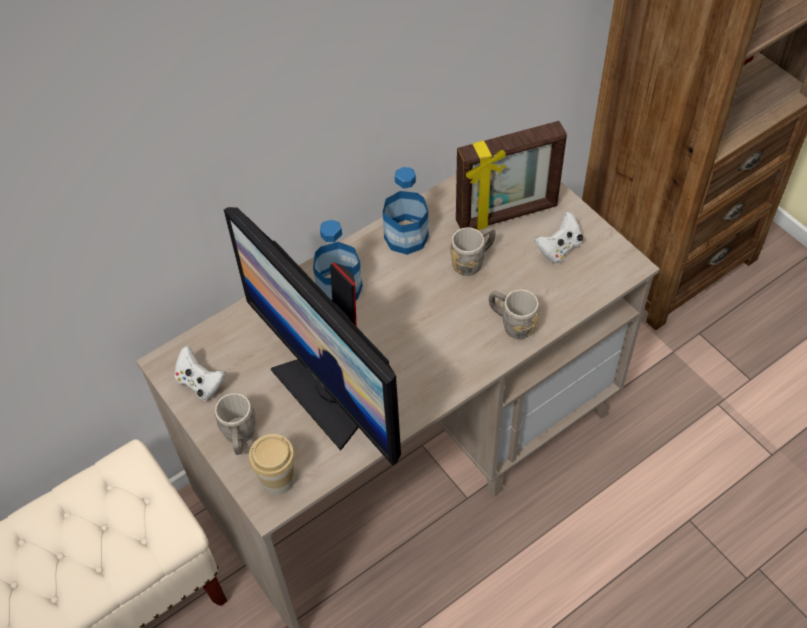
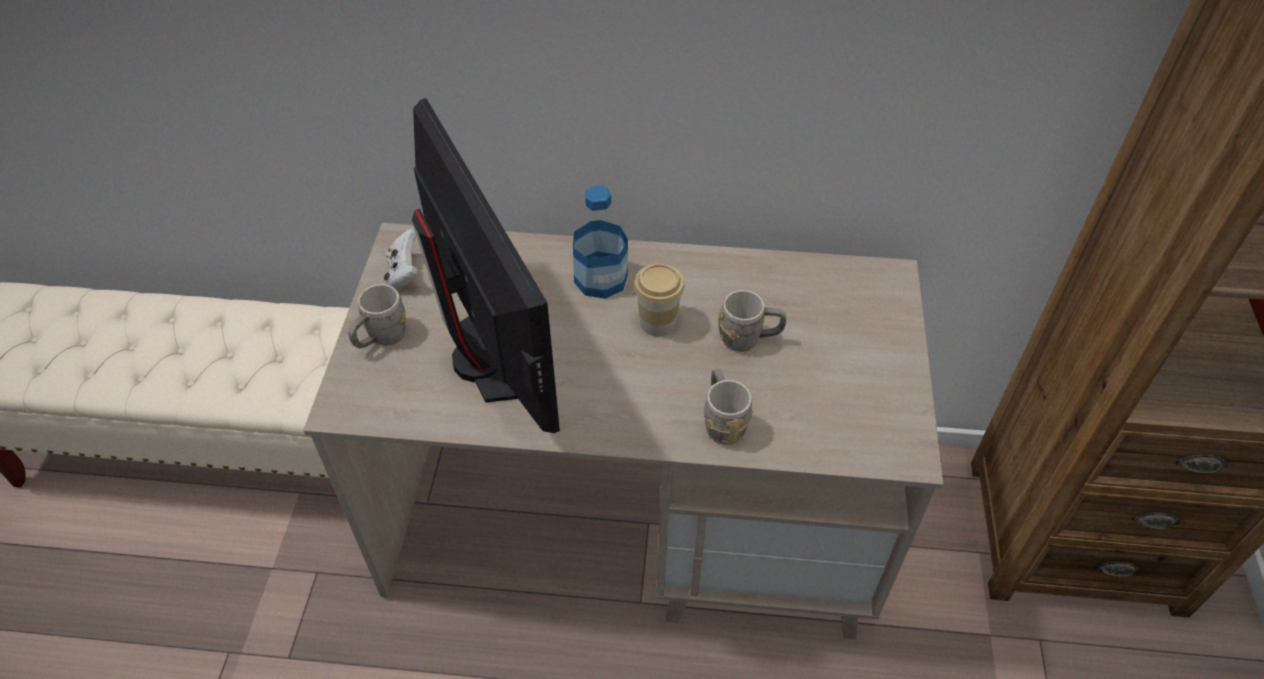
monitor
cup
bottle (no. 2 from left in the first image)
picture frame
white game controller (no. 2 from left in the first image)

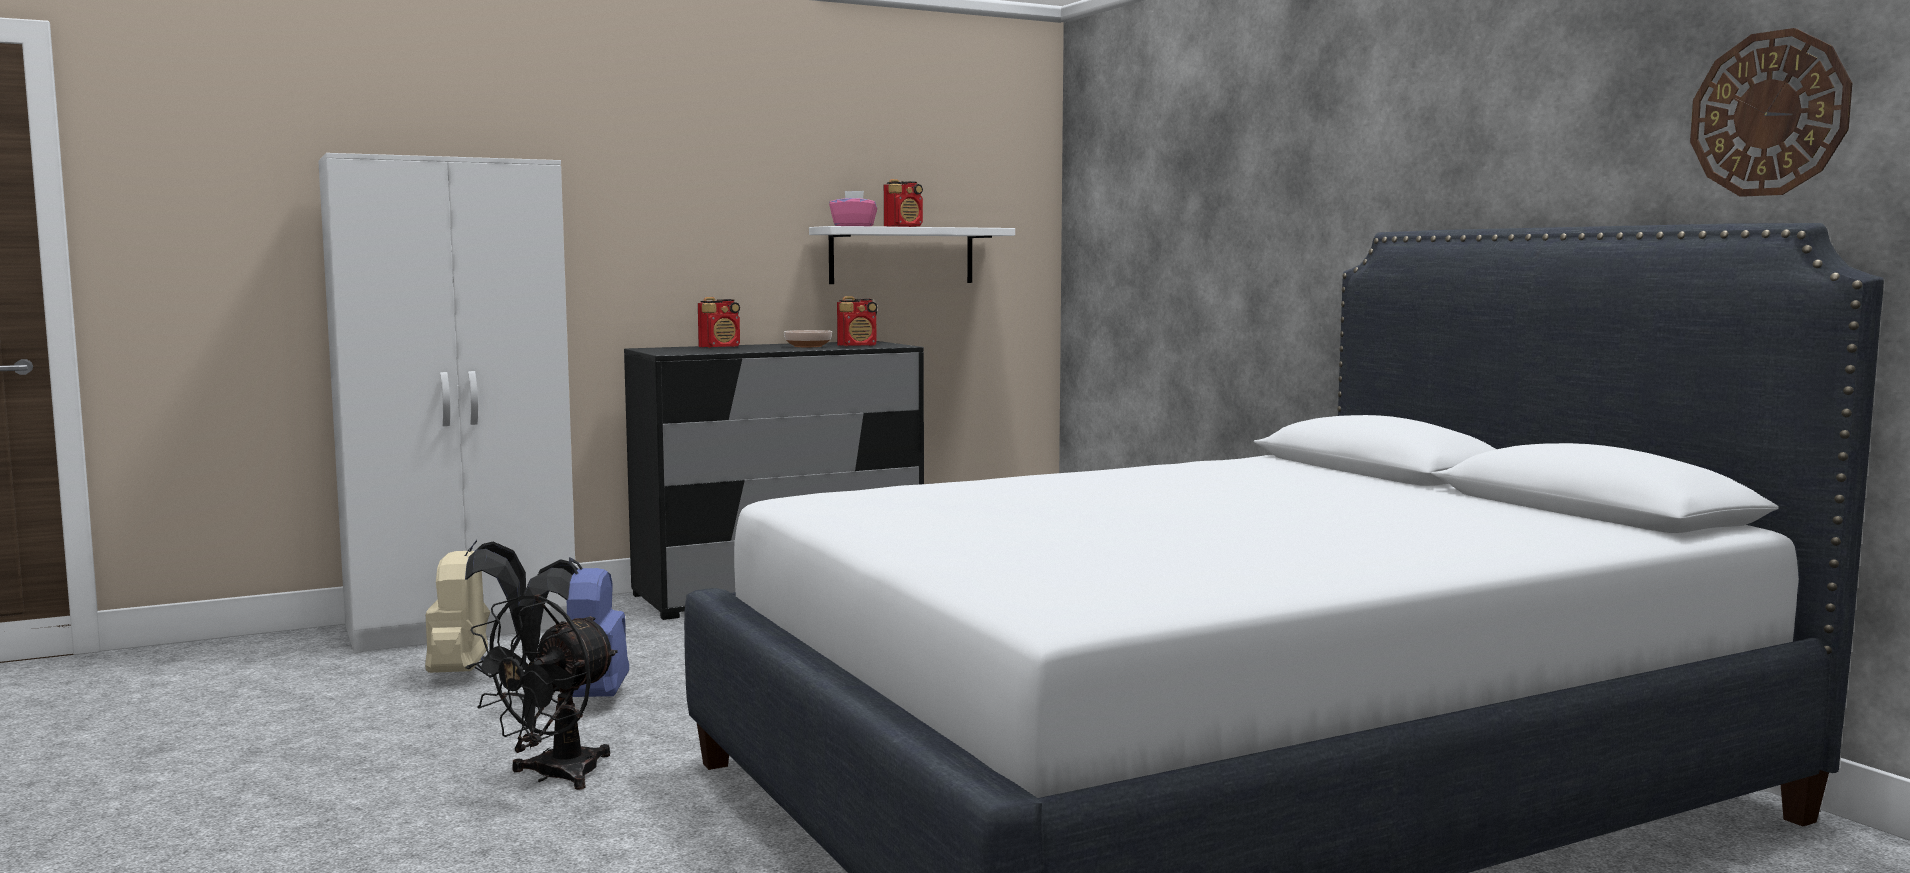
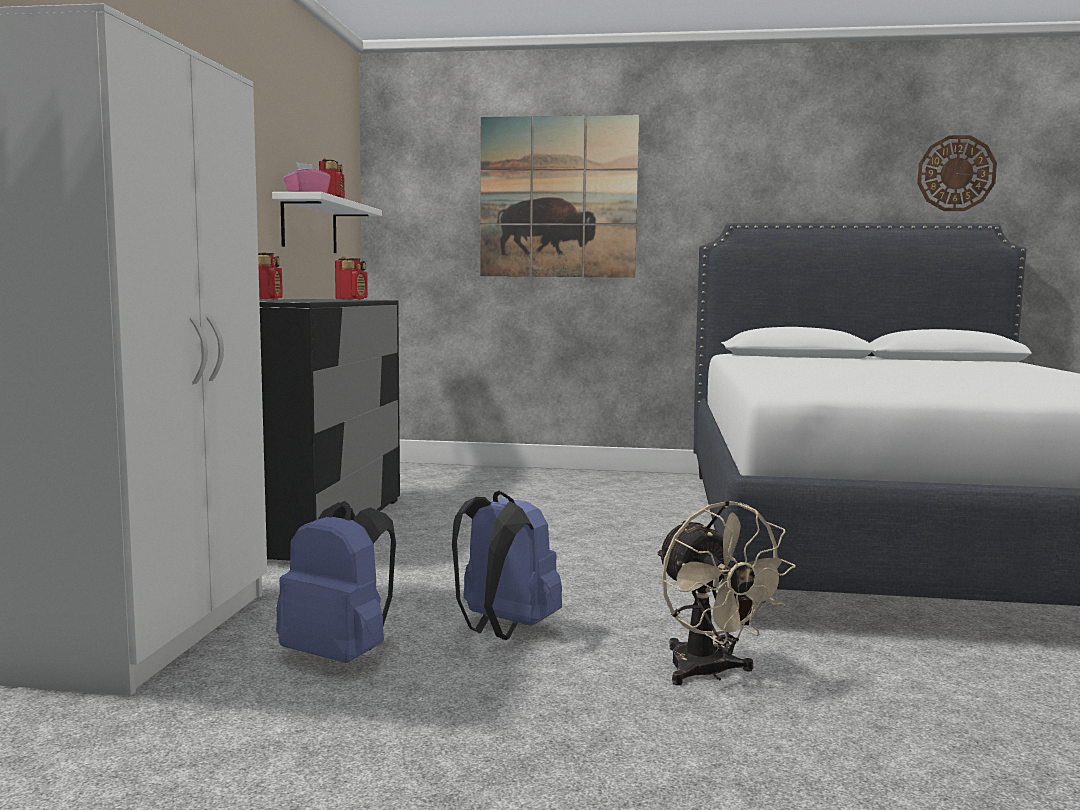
blue backpack (no. 1 from left)
beige fan
bowl
picture

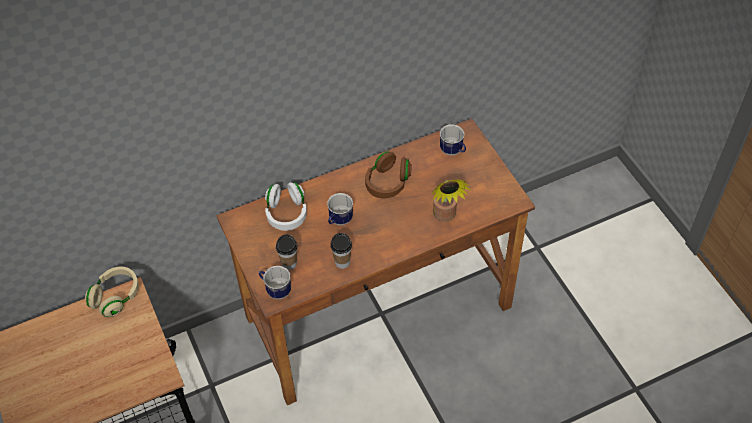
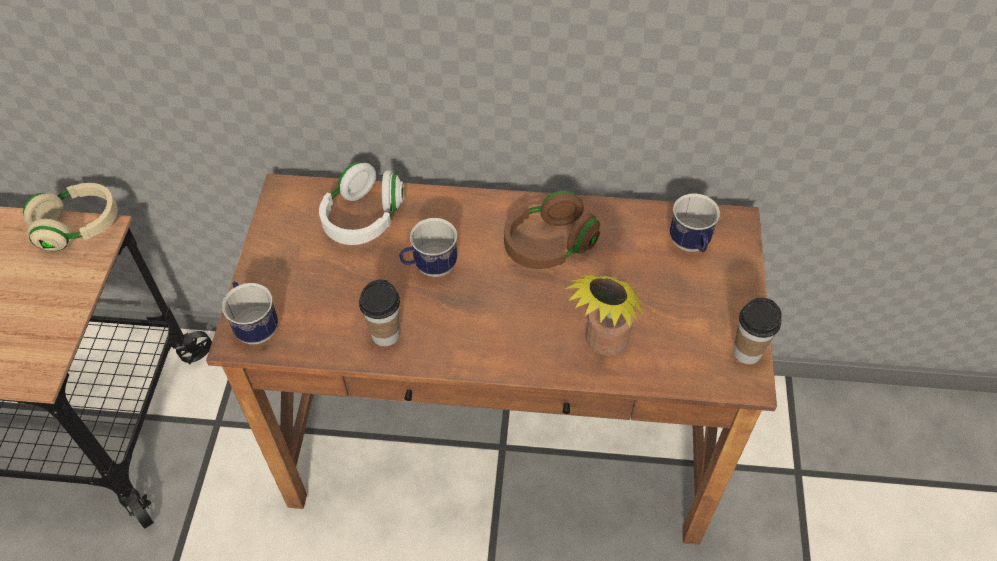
cup (no. 2 from left)

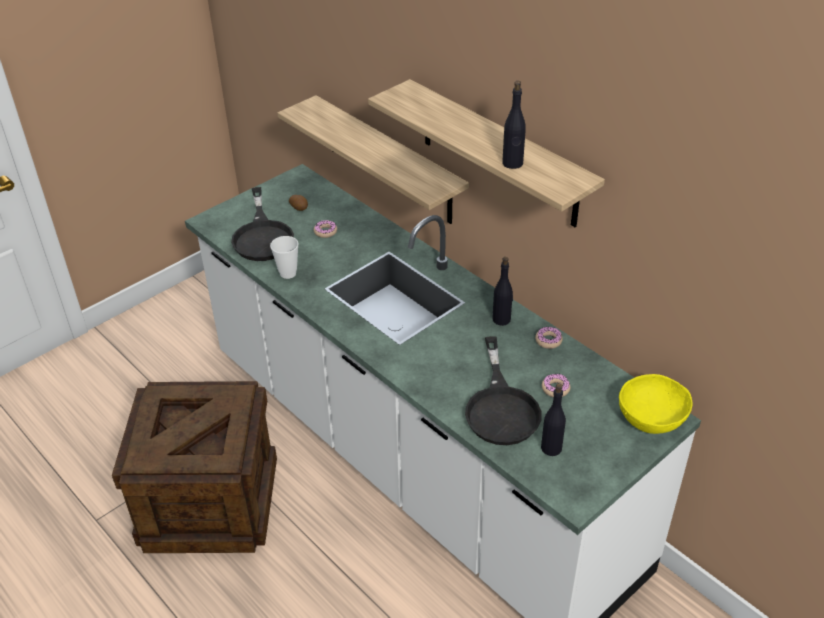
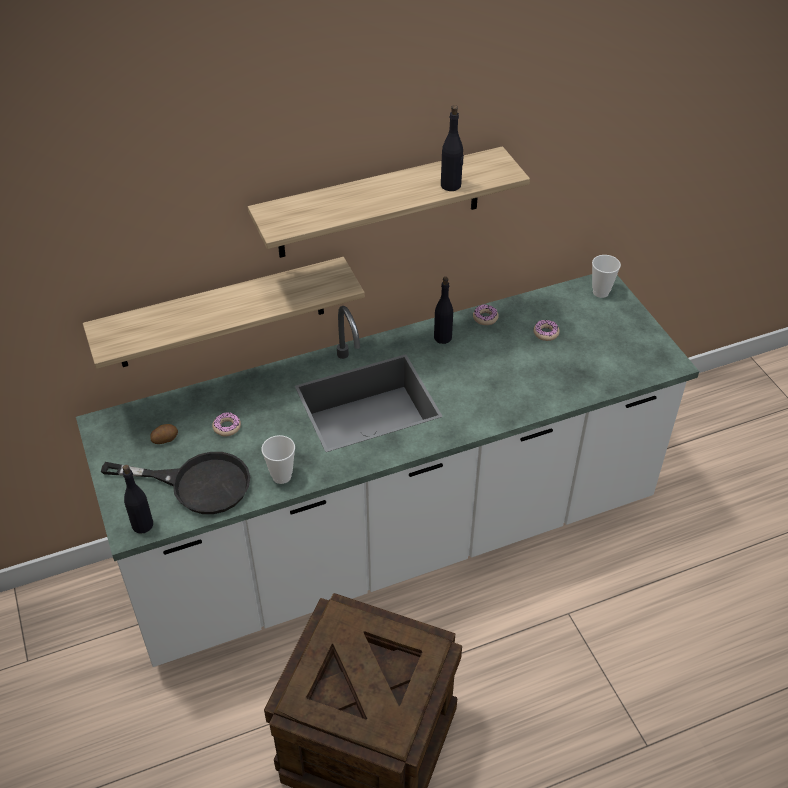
black frying pan (no. 2 from left in the first image)
black bottle (no. 1 from left)
cup (no. 2 from left)

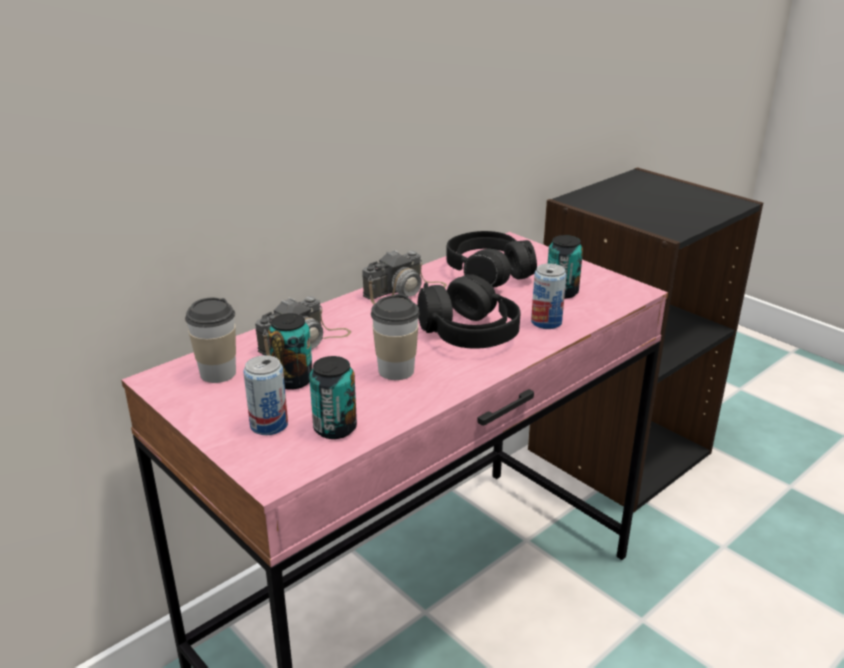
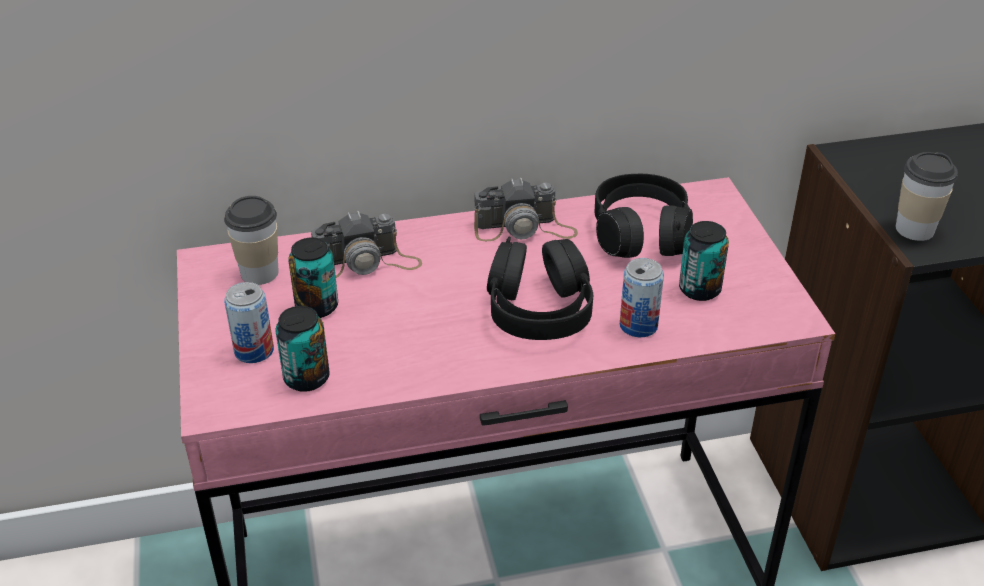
cup (no. 2 from left)

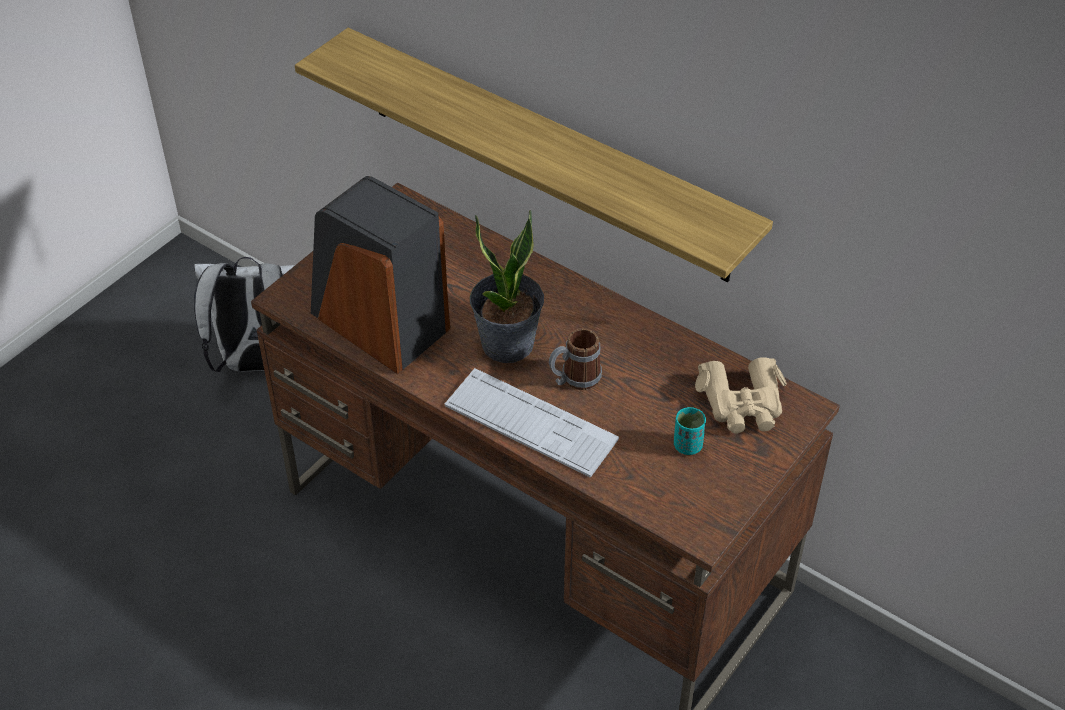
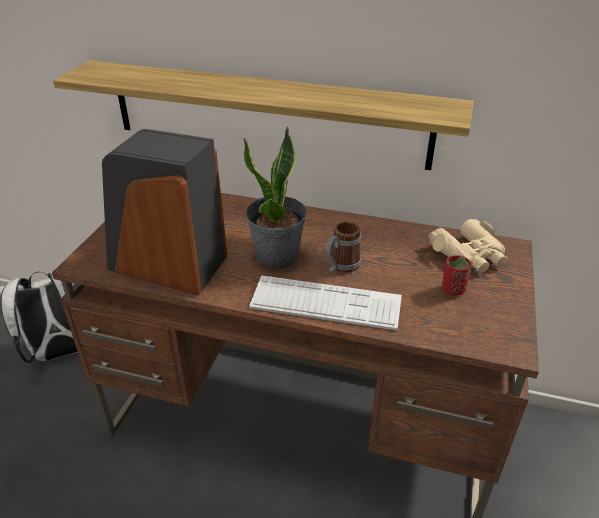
red cup

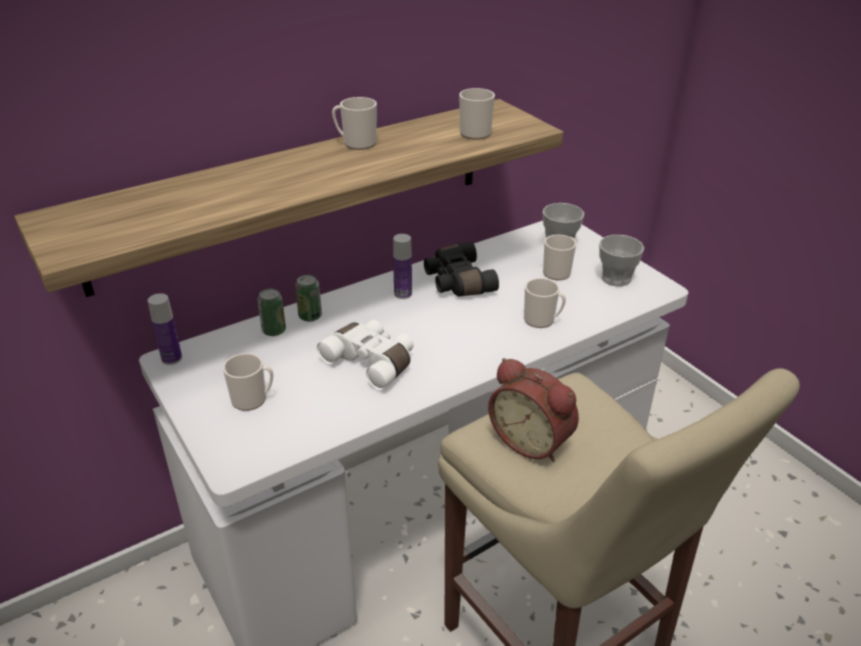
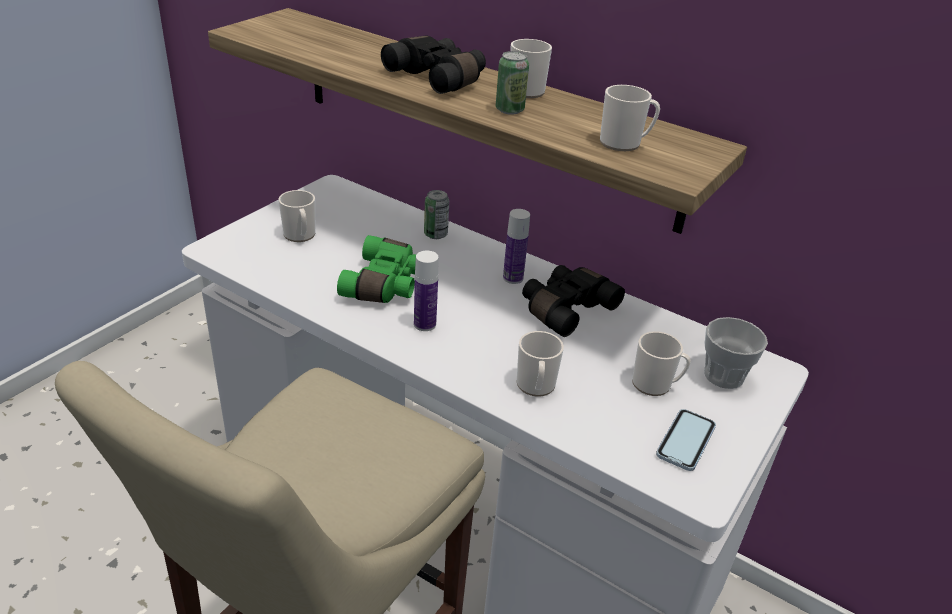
bottle (no. 1 from left)
can (no. 2 from left)
green binoculars
alarm clock
phone
black binoculars (no. 1 from left)

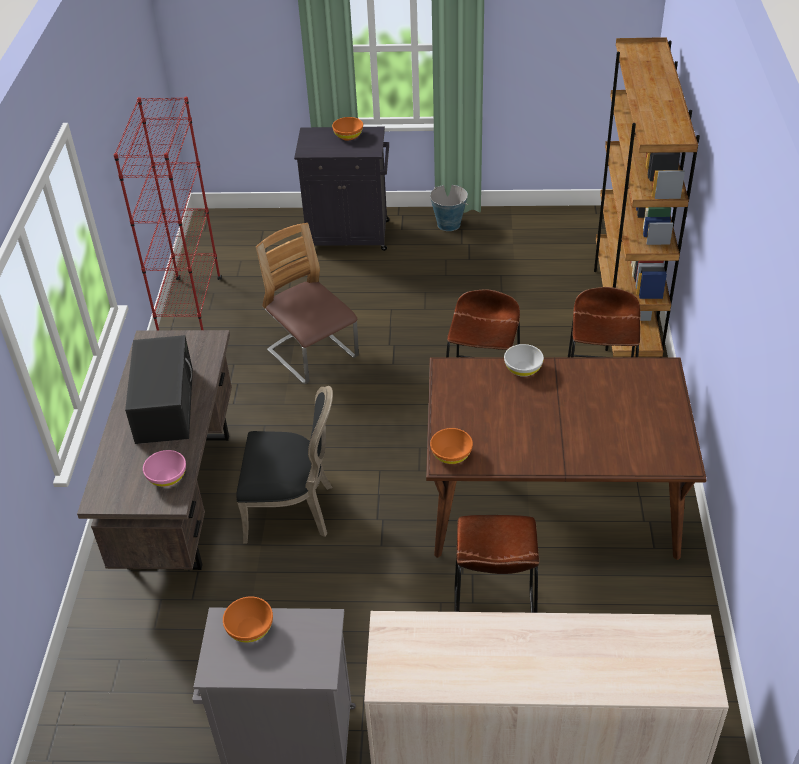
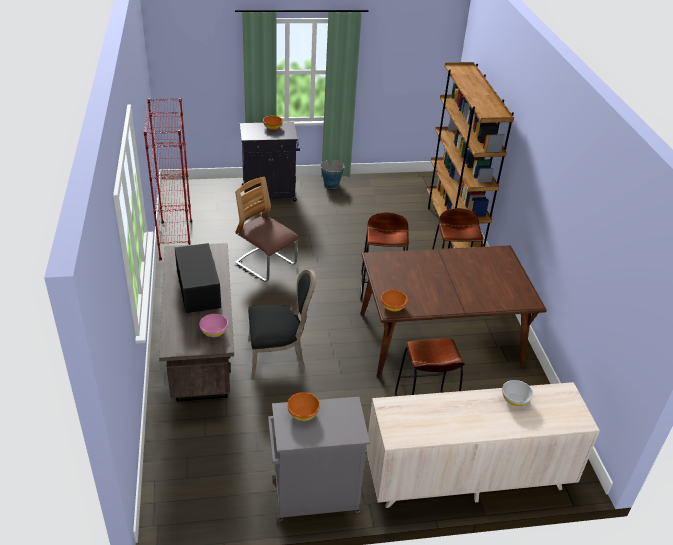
white bowl

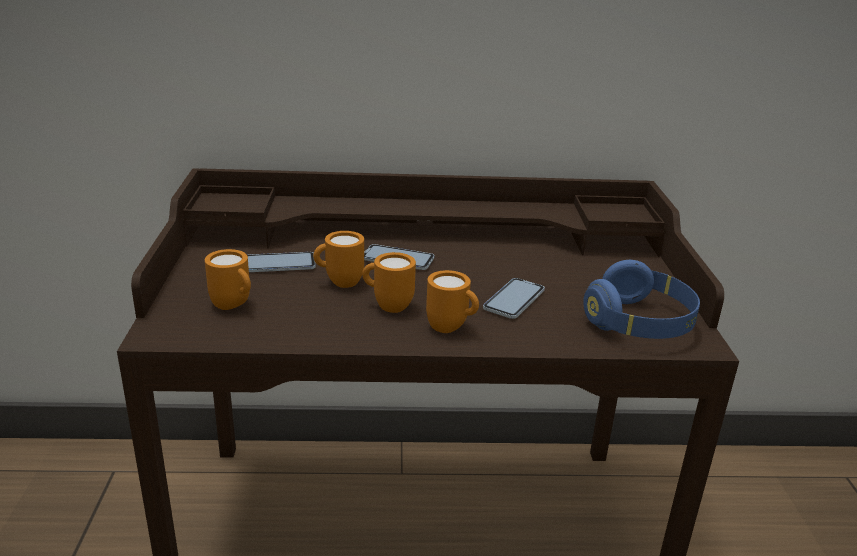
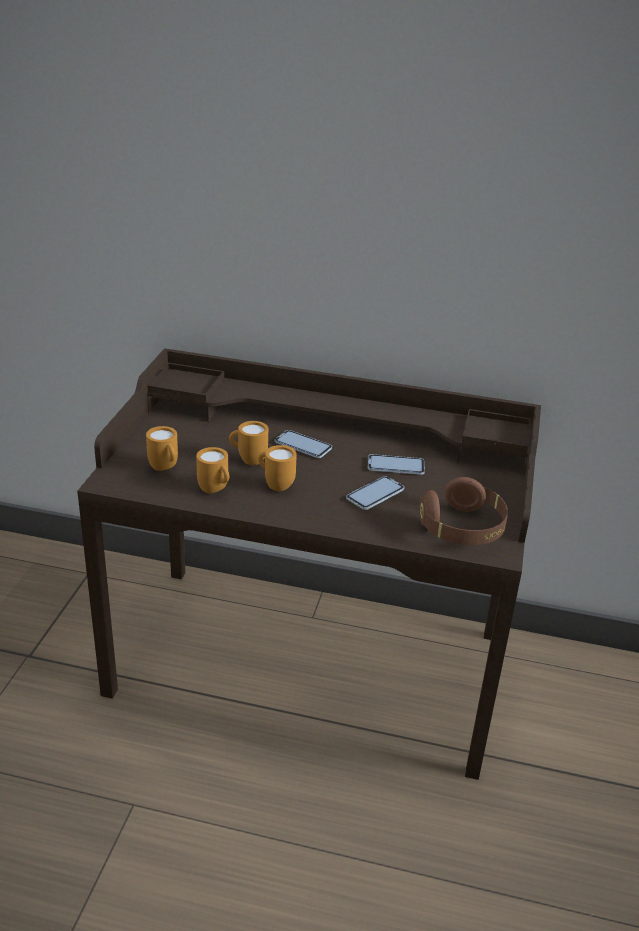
phone (no. 3 from left)
orange mug (no. 2 from left)
brown headphones

